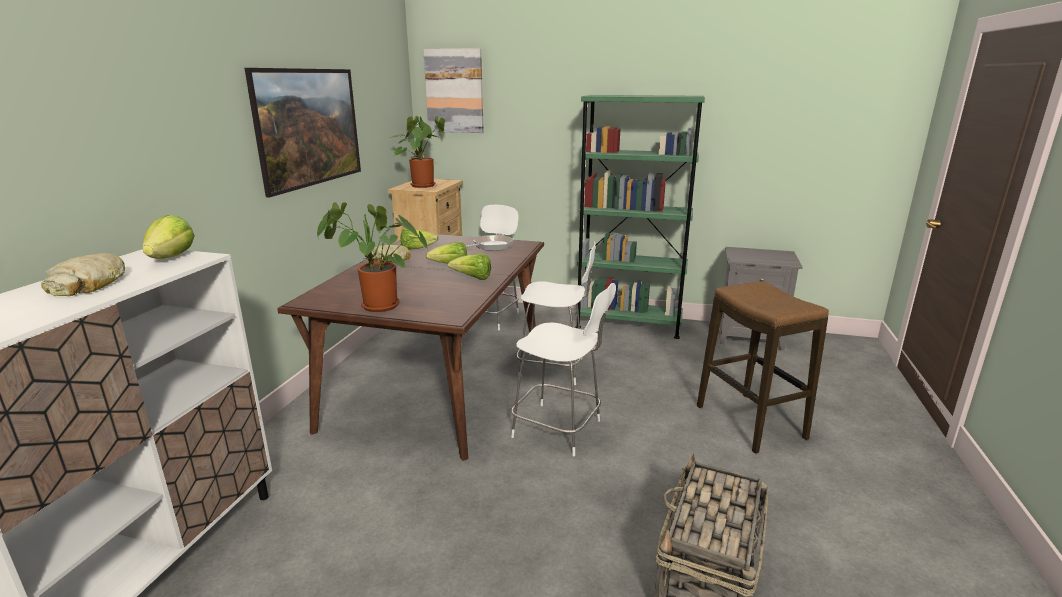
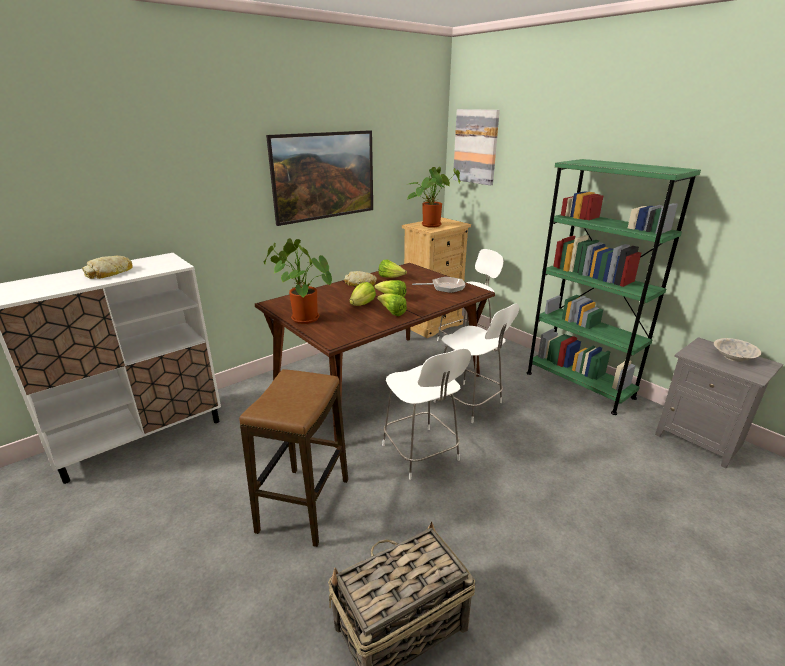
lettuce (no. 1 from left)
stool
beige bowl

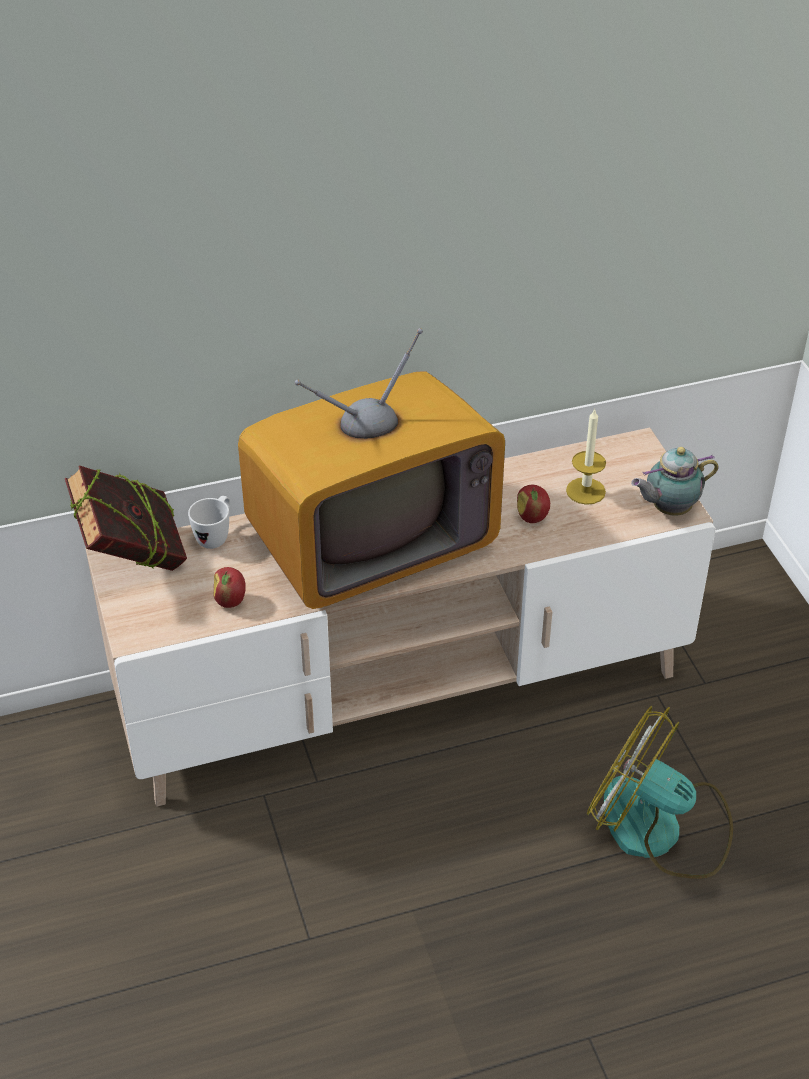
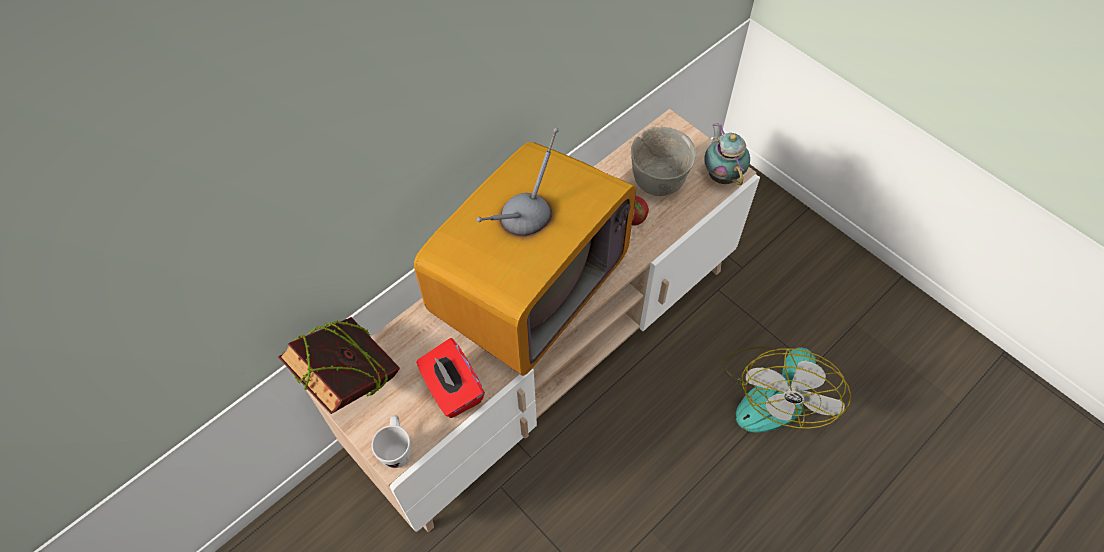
white mug
red tissue box
grey bowl
fan
teapot

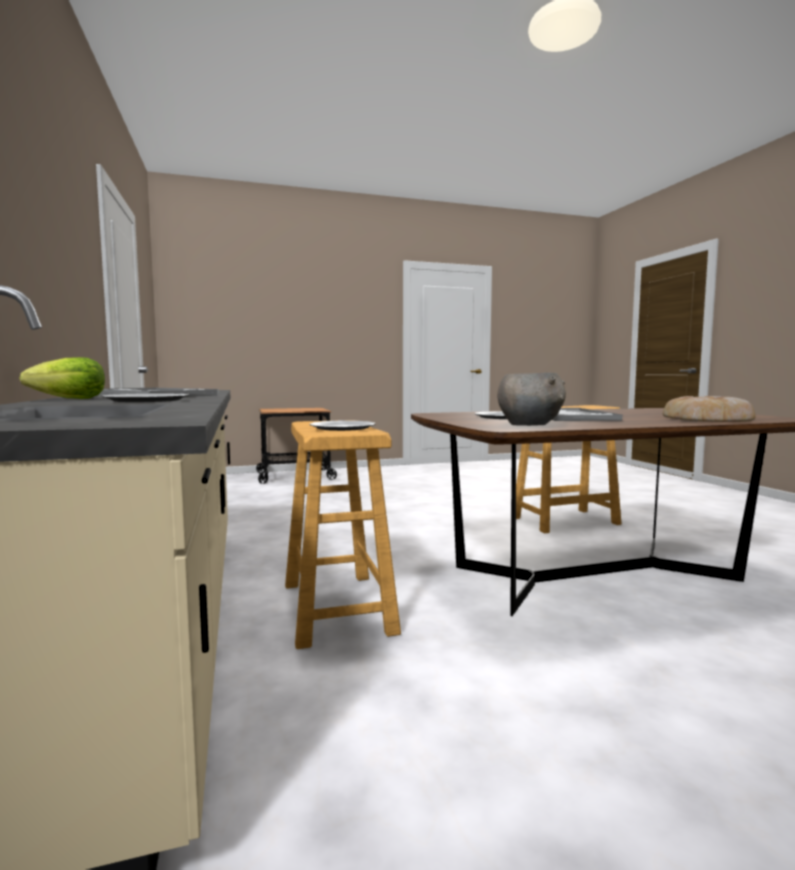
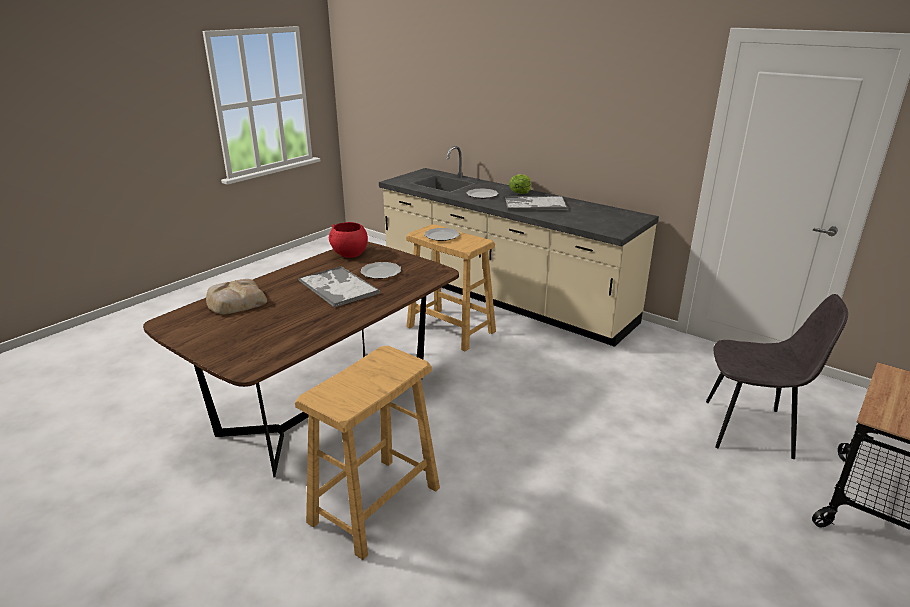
red bowl
grey chair

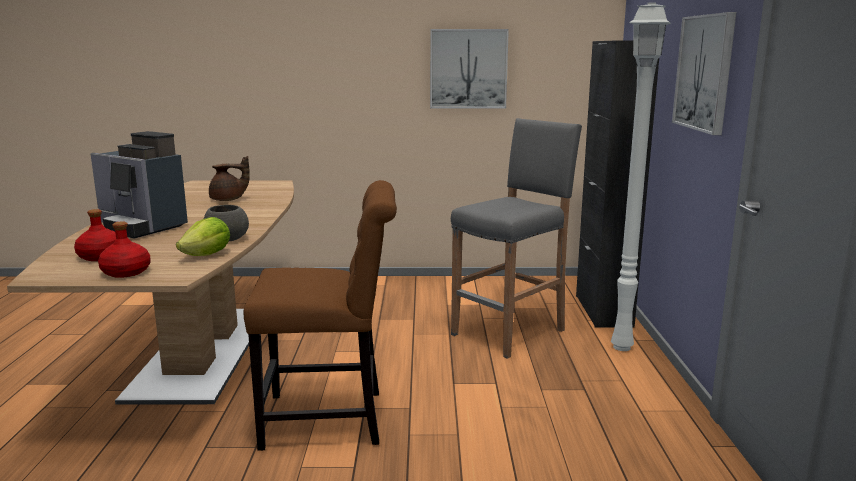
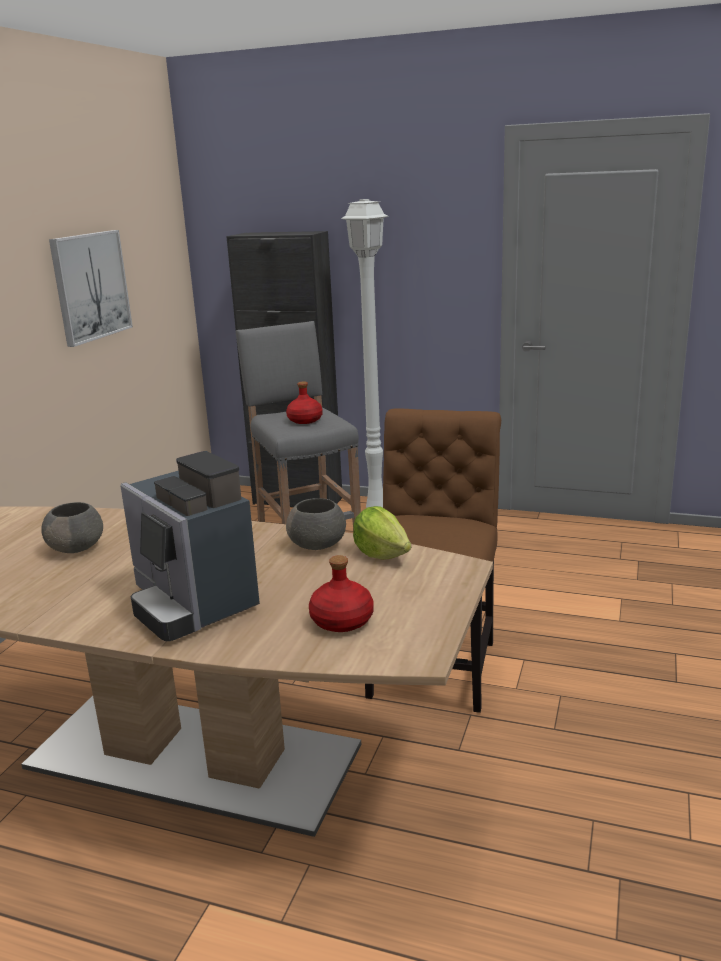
coffee machine
red bottle (no. 1 from left)
grey bowl (no. 1 from left)
picture (no. 2 from left in the first image)

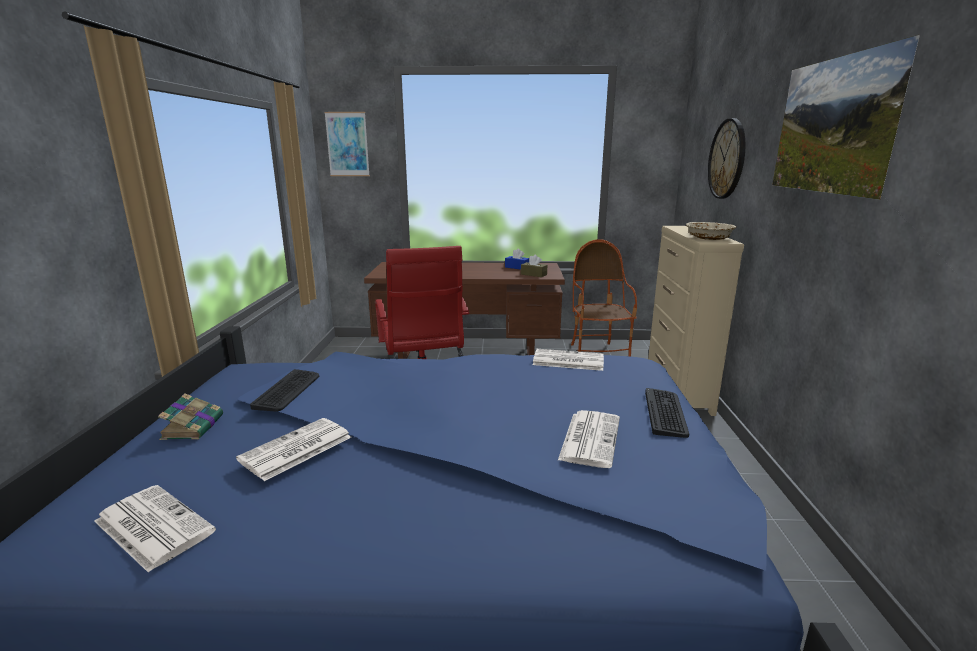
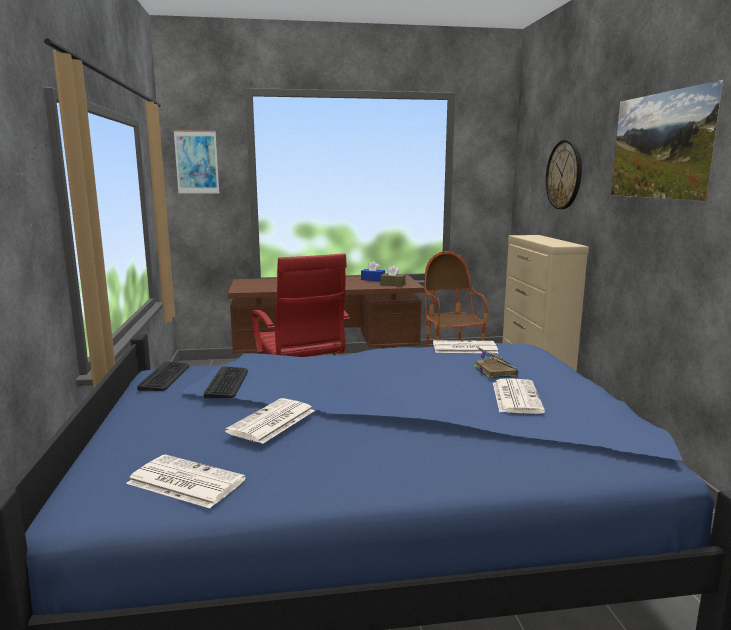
book
keyboard (no. 1 from left)
beige bowl

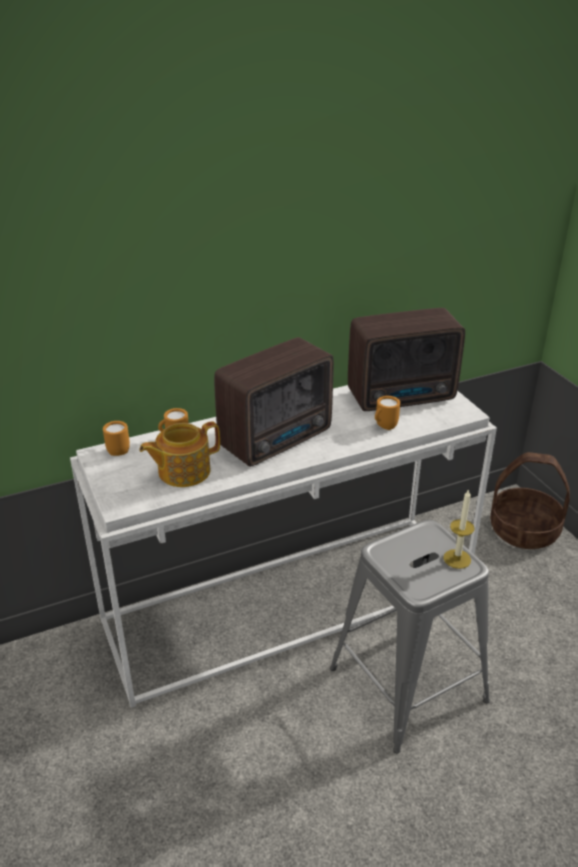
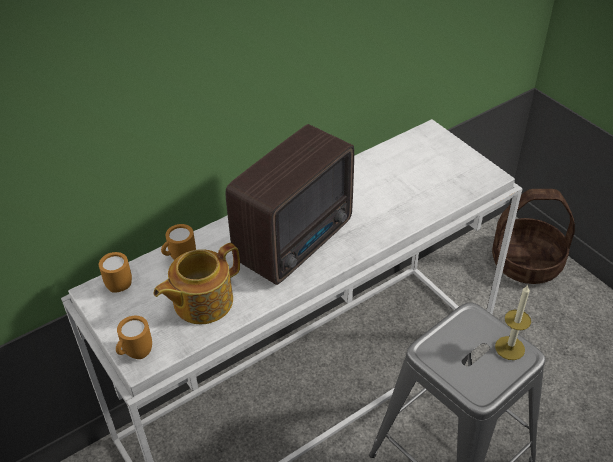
radio (no. 2 from left in the first image)
orange mug (no. 2 from left)

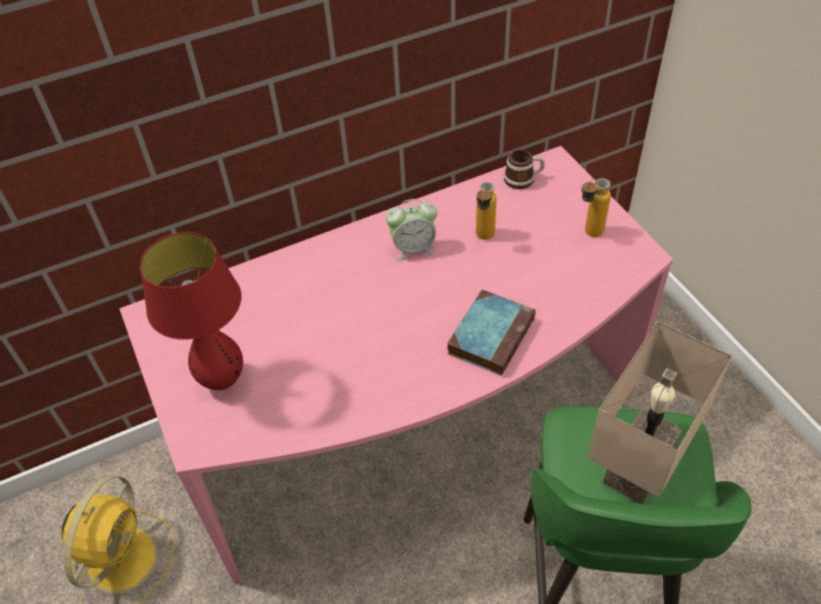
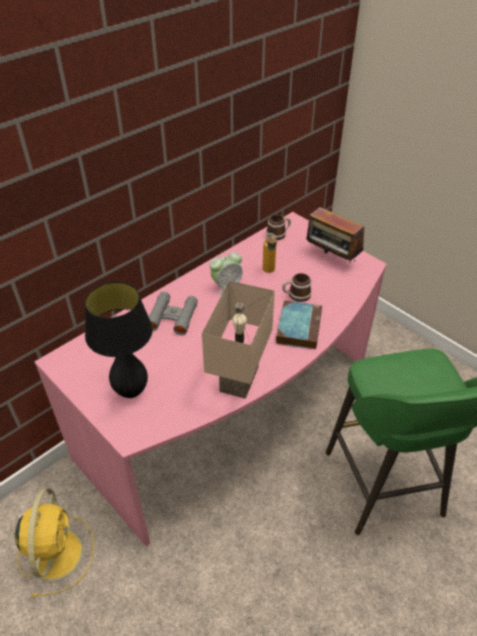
black table lamp
radio
beige table lamp
grey binoculars
mug (no. 2 from left)

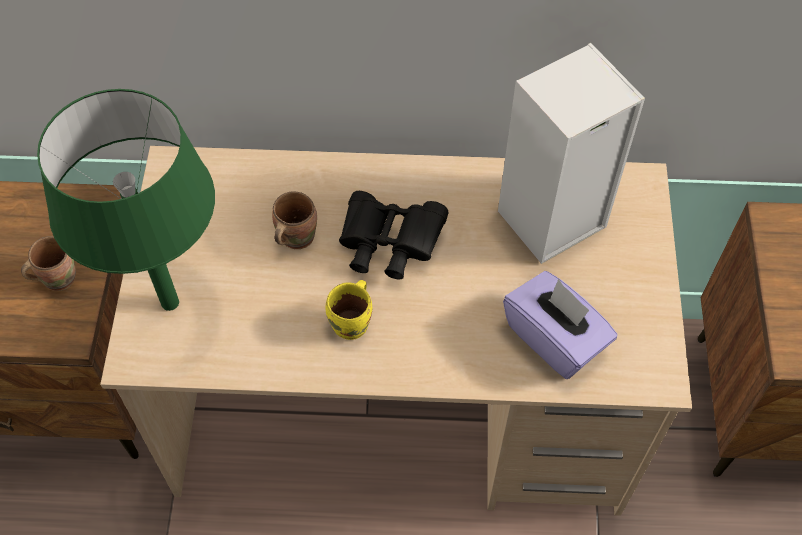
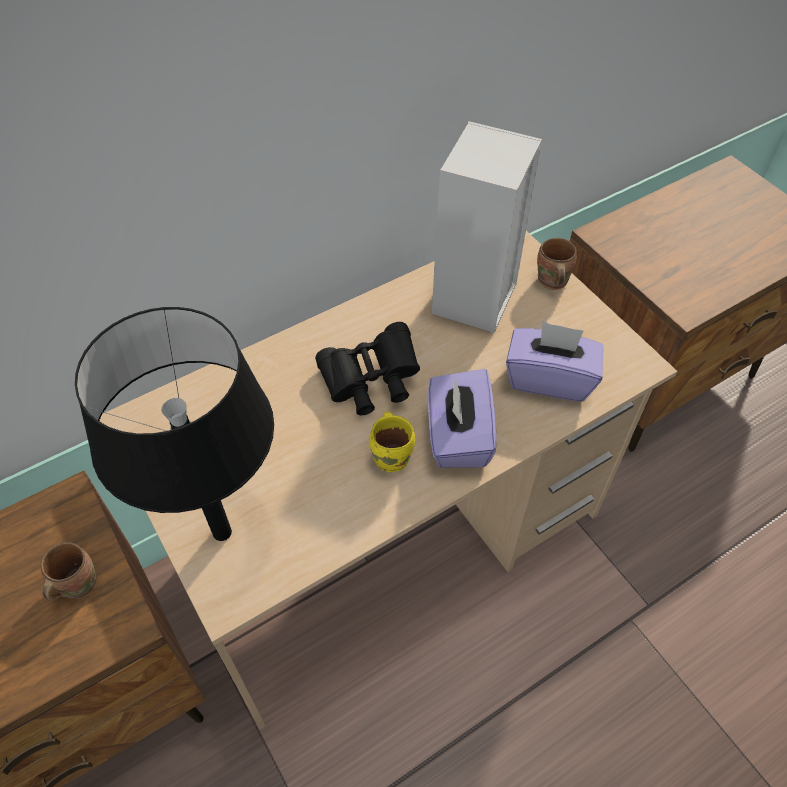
black table lamp
brown mug (no. 2 from left)
purple tissue box (no. 1 from left)

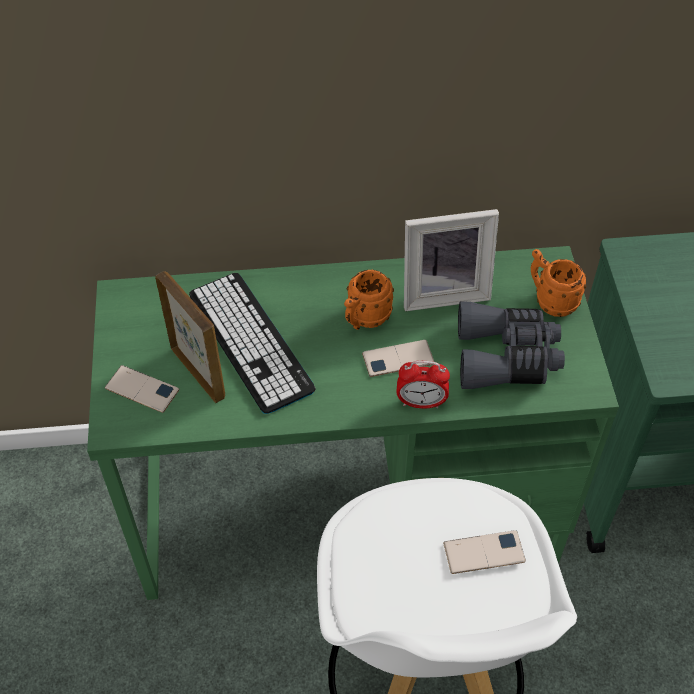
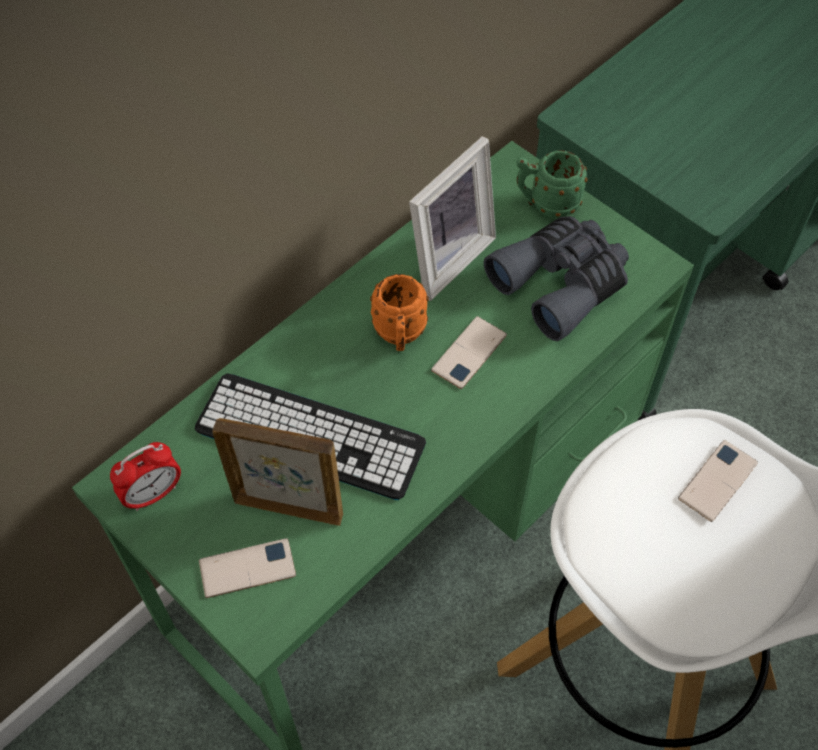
alarm clock
green mug

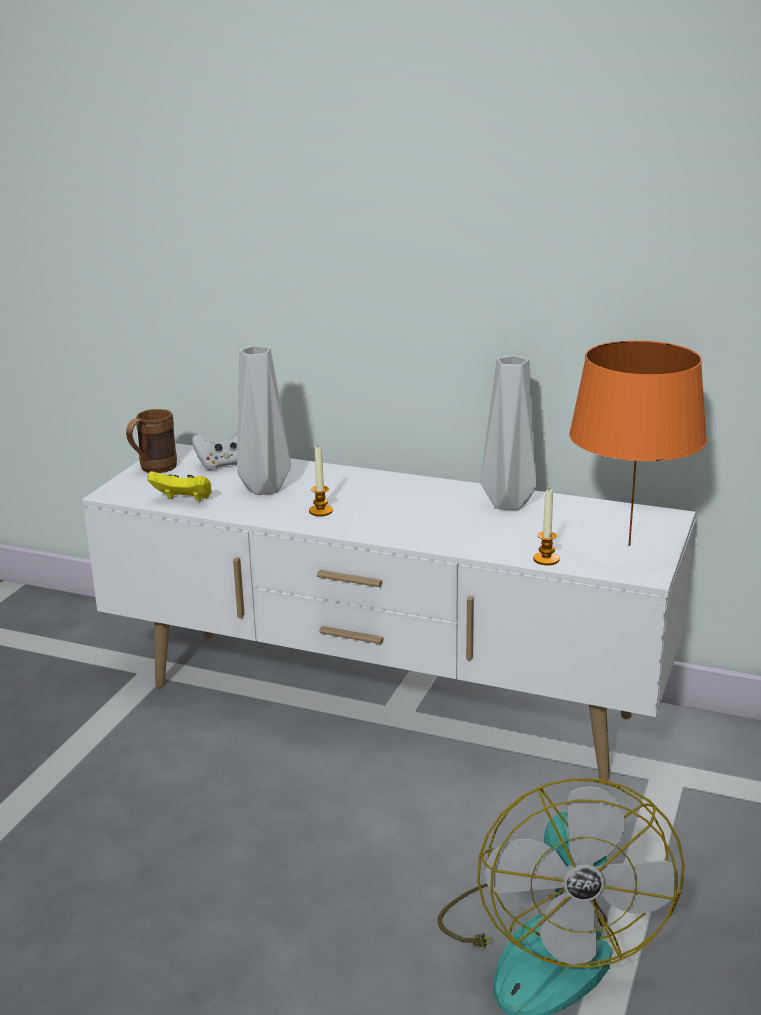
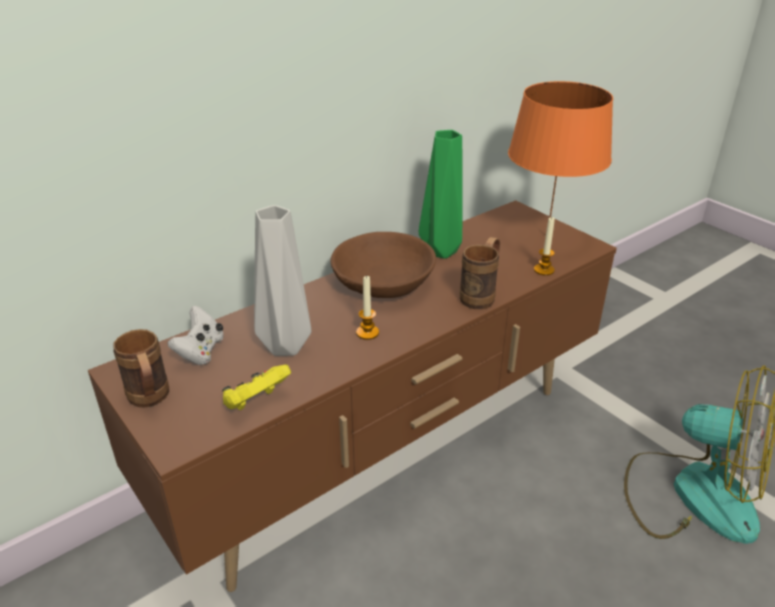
brown tv stand
green vase
brown bowl
brown mug (no. 2 from left)

